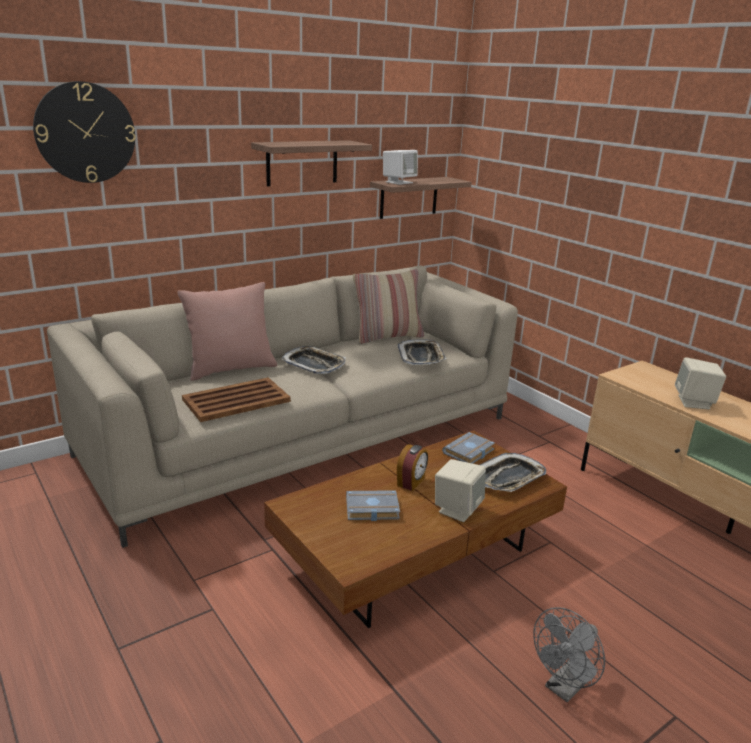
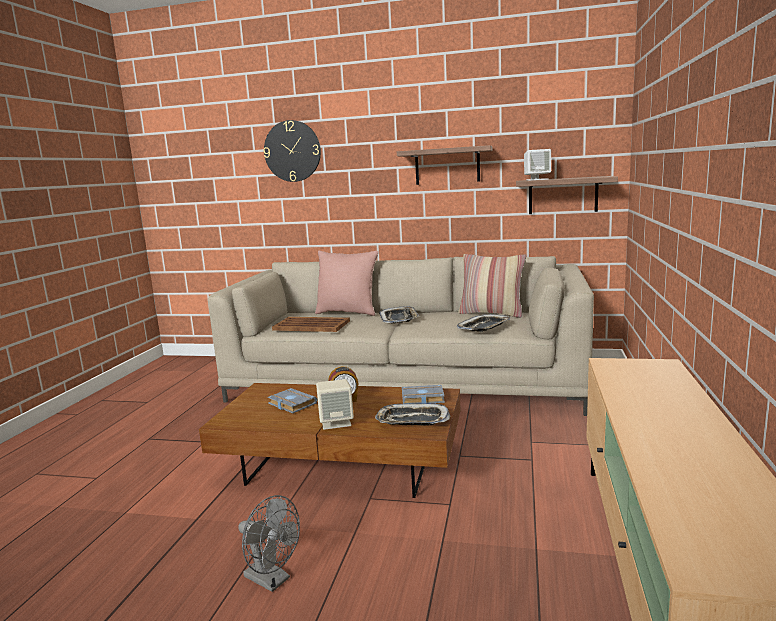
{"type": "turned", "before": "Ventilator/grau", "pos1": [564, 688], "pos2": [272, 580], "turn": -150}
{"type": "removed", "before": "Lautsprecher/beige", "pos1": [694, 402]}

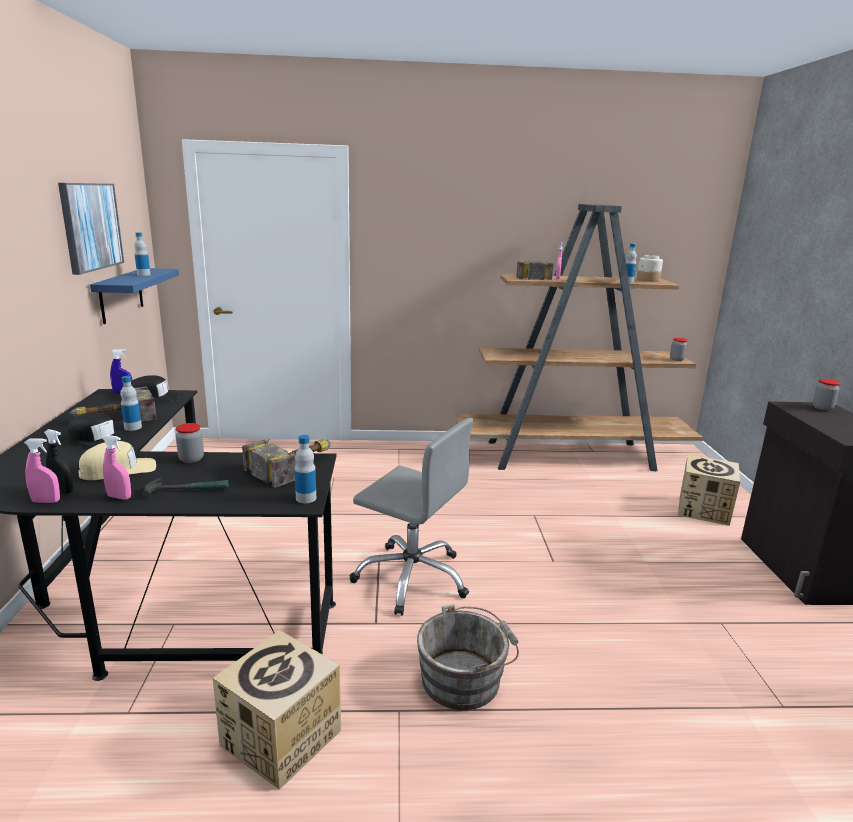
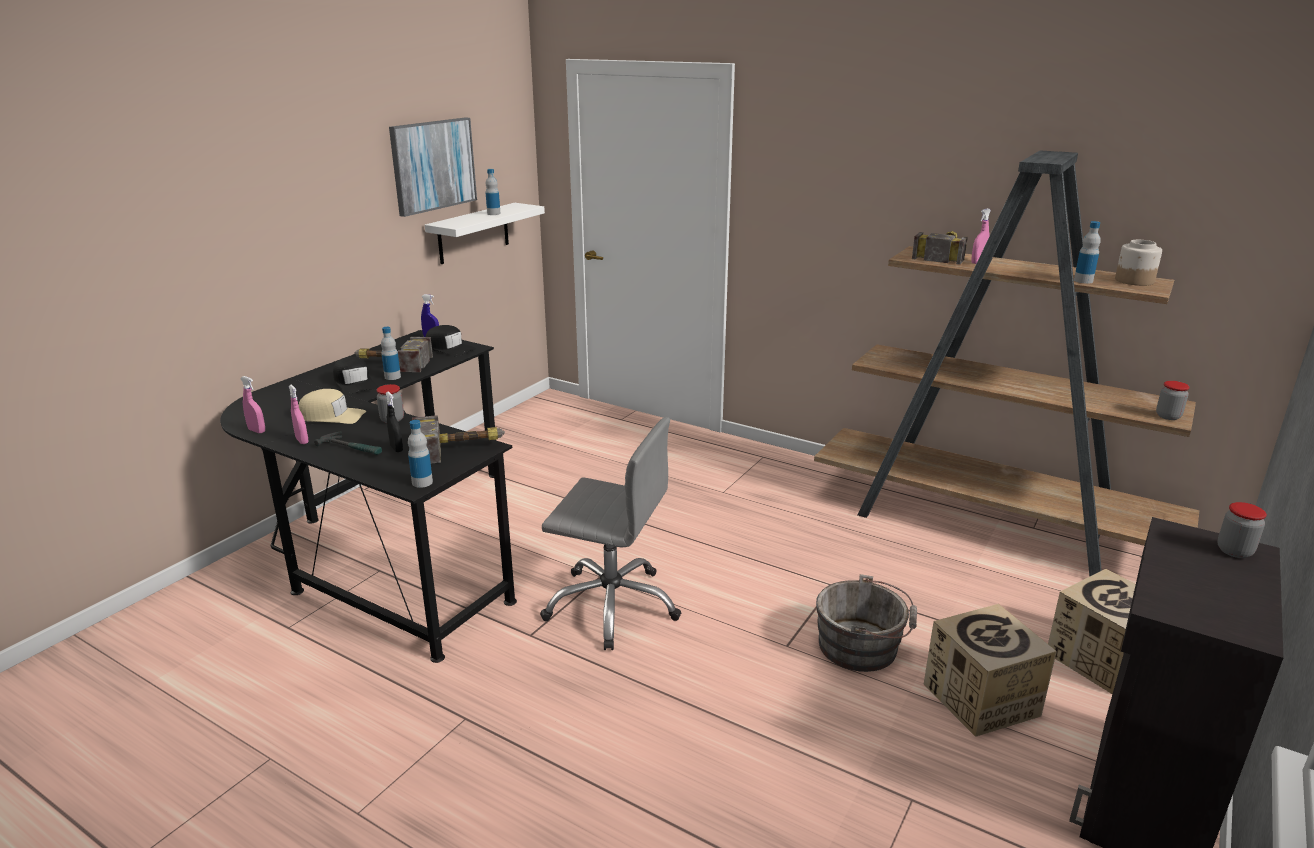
{"type": "moved", "before": "Sprühflasche/schwarz", "pos1": [62, 491], "pos2": [396, 448]}
{"type": "recoloured", "before": "Wandregal/blau", "after": "Wandregal/weiß", "pos1": [121, 295], "pos2": [473, 233]}
{"type": "turned", "before": "Bürostuhl/grau", "pos1": [412, 577], "pos2": [612, 605], "turn": -45}
{"type": "moved", "before": "Eimer/grau", "pos1": [465, 679], "pos2": [862, 647]}
{"type": "moved", "before": "Karton", "pos1": [281, 738], "pos2": [981, 700]}

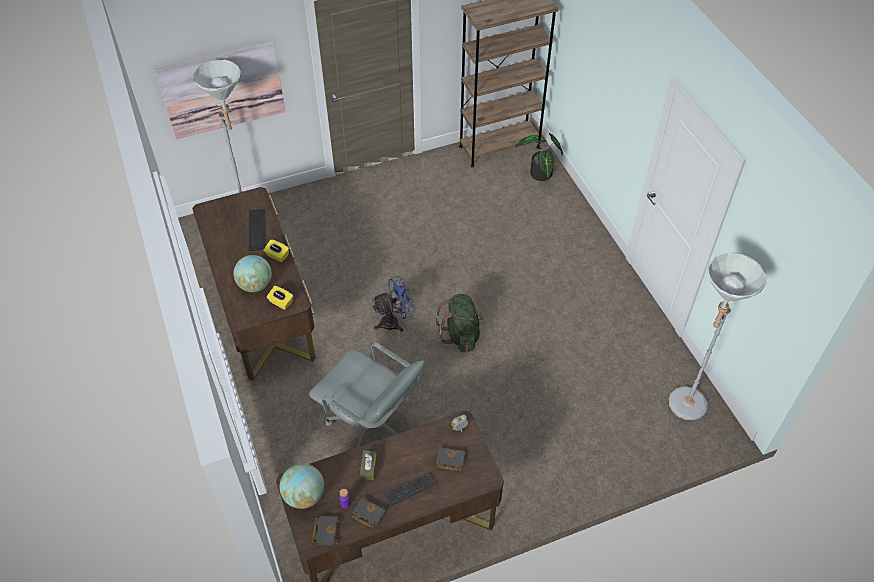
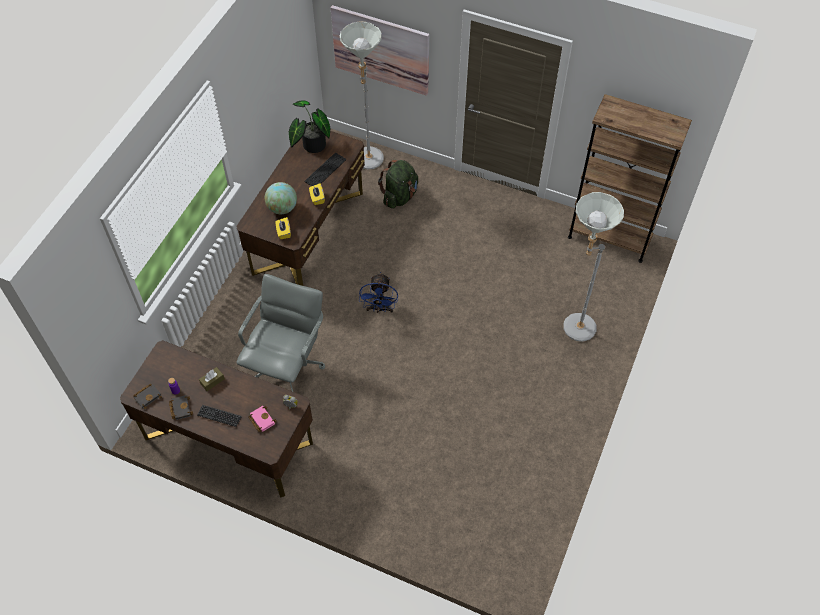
{"type": "turned", "before": "Bürostuhl/grau", "pos1": [372, 425], "pos2": [287, 366], "turn": -150}
{"type": "recoloured", "before": "Buch/schwarz", "after": "Buch/rosa", "pos1": [449, 460], "pos2": [261, 420]}
{"type": "moved", "before": "Topfpflanze", "pos1": [539, 175], "pos2": [311, 145]}
{"type": "turned", "before": "Ventilator/blau", "pos1": [394, 321], "pos2": [379, 309], "turn": 75}
{"type": "moved", "before": "Rucksack/grün", "pos1": [461, 335], "pos2": [400, 196]}
{"type": "moved", "before": "Stehlampe/grau", "pos1": [682, 409], "pos2": [572, 328]}
{"type": "removed", "before": "Globus", "pos1": [304, 495]}

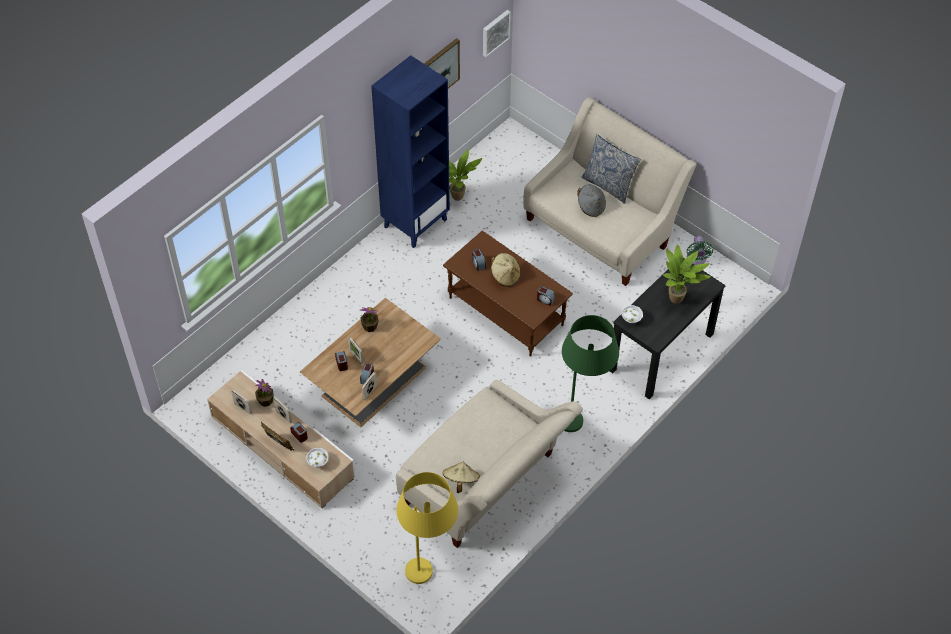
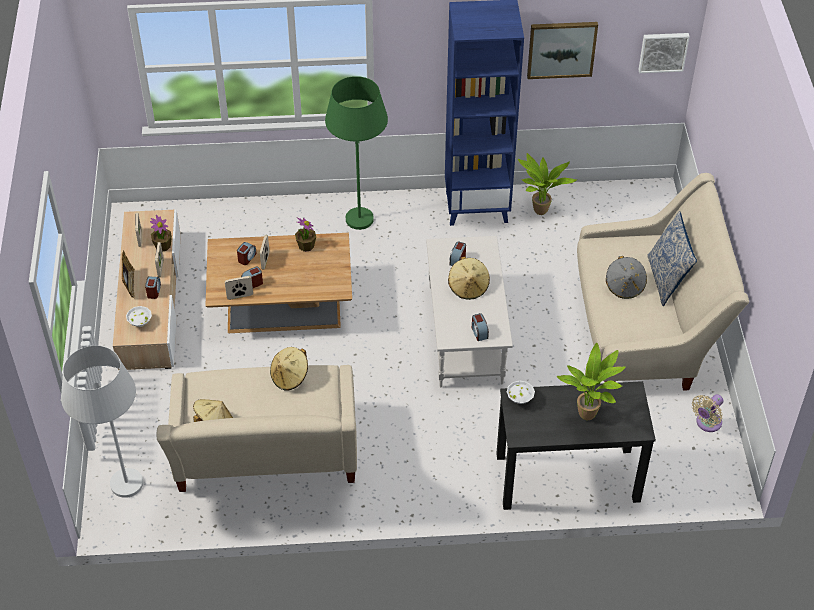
{"type": "recoloured", "before": "Stehlampe/gelb", "after": "Stehlampe/weiß", "pos1": [430, 580], "pos2": [126, 499]}
{"type": "added", "after": "Hut/beige", "pos2": [290, 377]}
{"type": "moved", "before": "Stehlampe/grün", "pos1": [581, 429], "pos2": [360, 231]}
{"type": "recoloured", "before": "Couchtisch/braun", "after": "Couchtisch/weiß", "pos1": [507, 311], "pos2": [466, 334]}
{"type": "recoloured", "before": "Ventilator/grün", "after": "Ventilator/beige", "pos1": [696, 260], "pos2": [707, 423]}

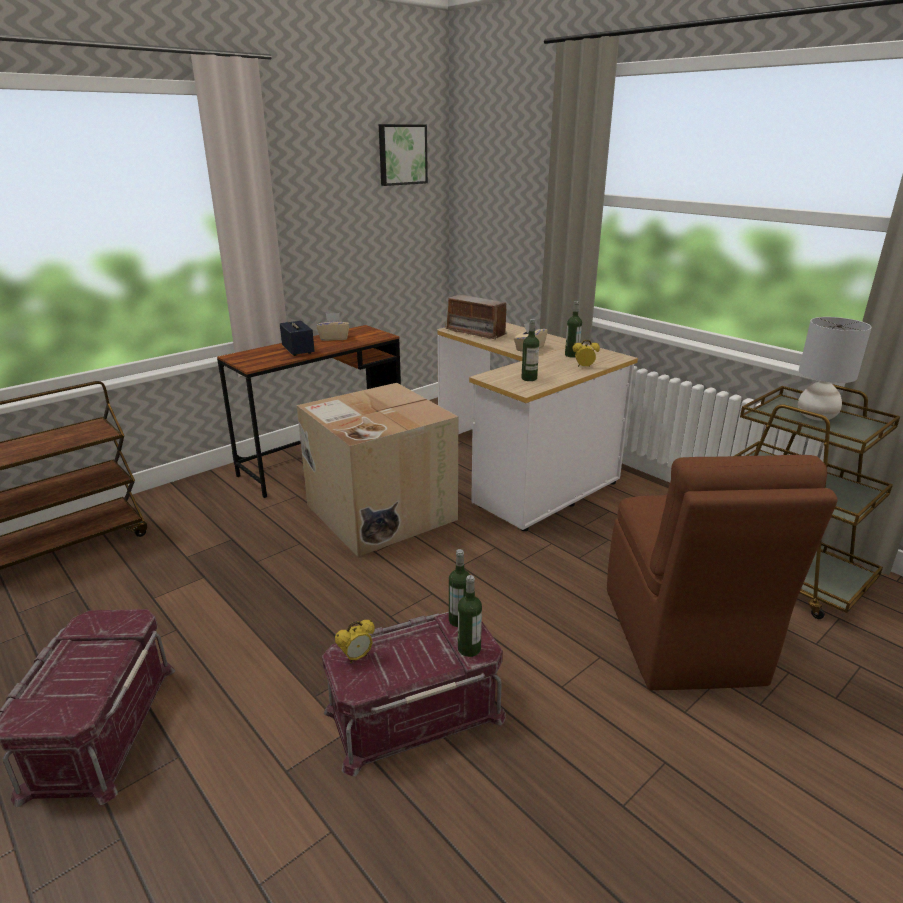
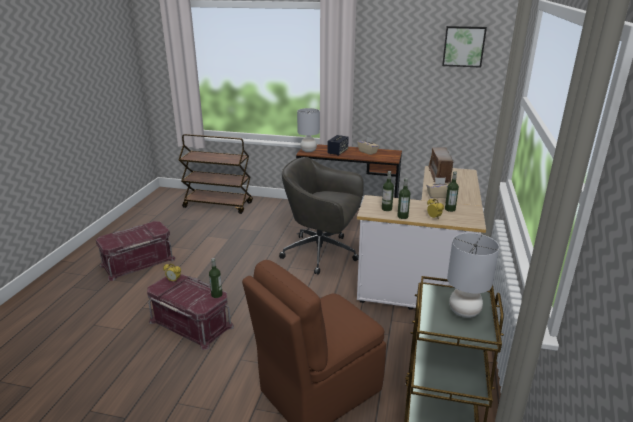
{"type": "replaced", "before": "Karton", "after": "Bürostuhl/grau", "pos1": [378, 512], "pos2": [322, 253]}
{"type": "added", "after": "Tischlampe/grau", "pos2": [308, 151]}
{"type": "moved", "before": "Flasche", "pos1": [469, 649], "pos2": [402, 216]}

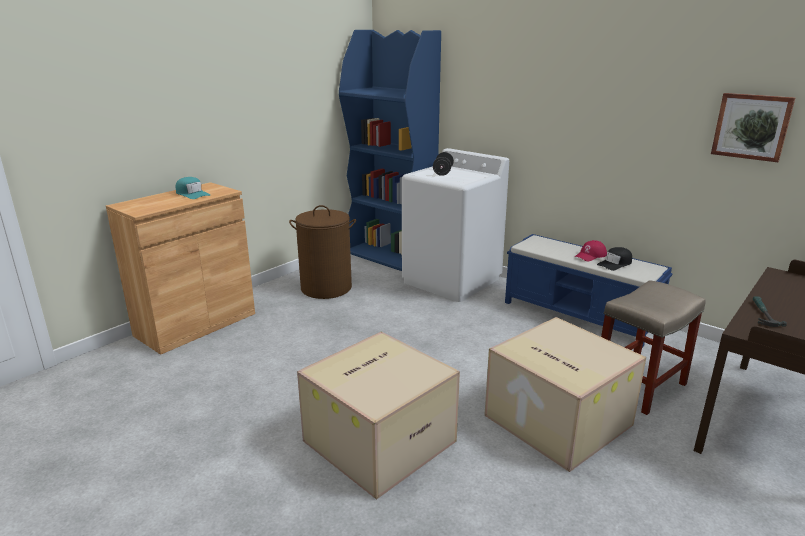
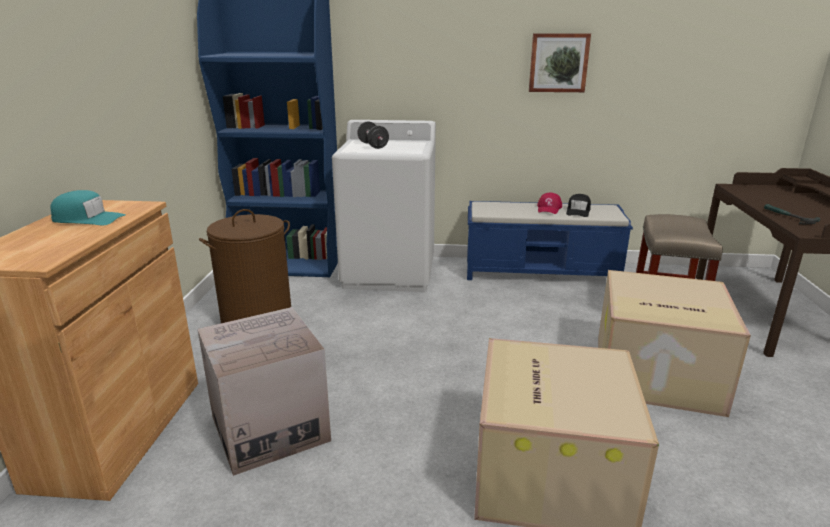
{"type": "added", "after": "Karton", "pos2": [270, 428]}
{"type": "moved", "before": "Bild", "pos1": [751, 126], "pos2": [558, 63]}

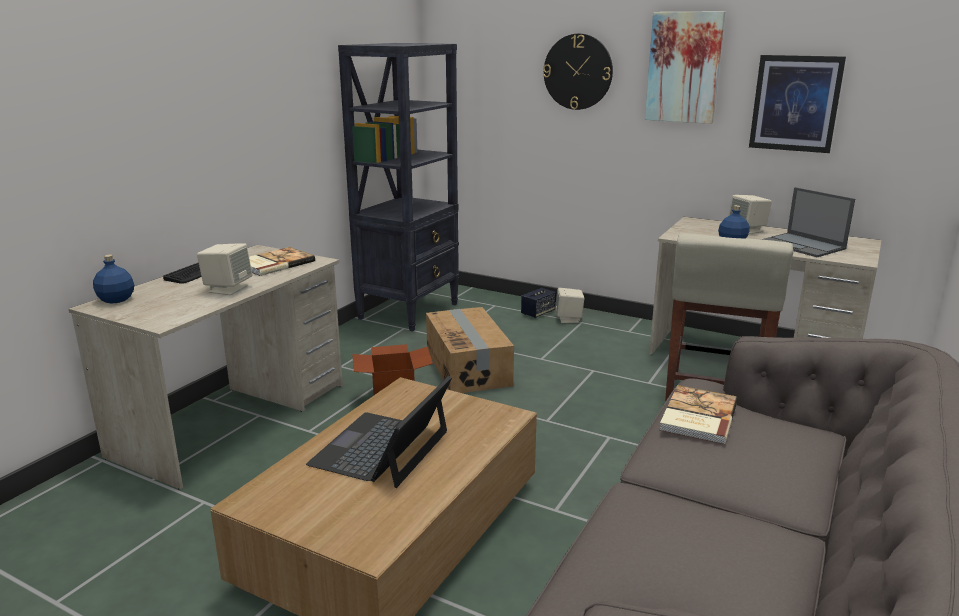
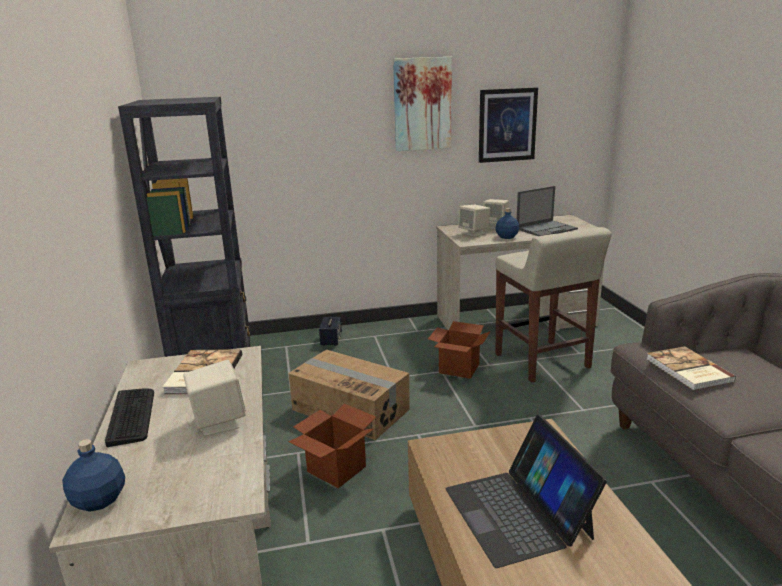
{"type": "added", "after": "Karton", "pos2": [459, 368]}
{"type": "moved", "before": "Lautsprecher/beige", "pos1": [569, 319], "pos2": [474, 233]}
{"type": "turned", "before": "Laptop", "pos1": [803, 245], "pos2": [547, 229], "turn": -45}
{"type": "removed", "before": "Wanduhr", "pos1": [578, 72]}

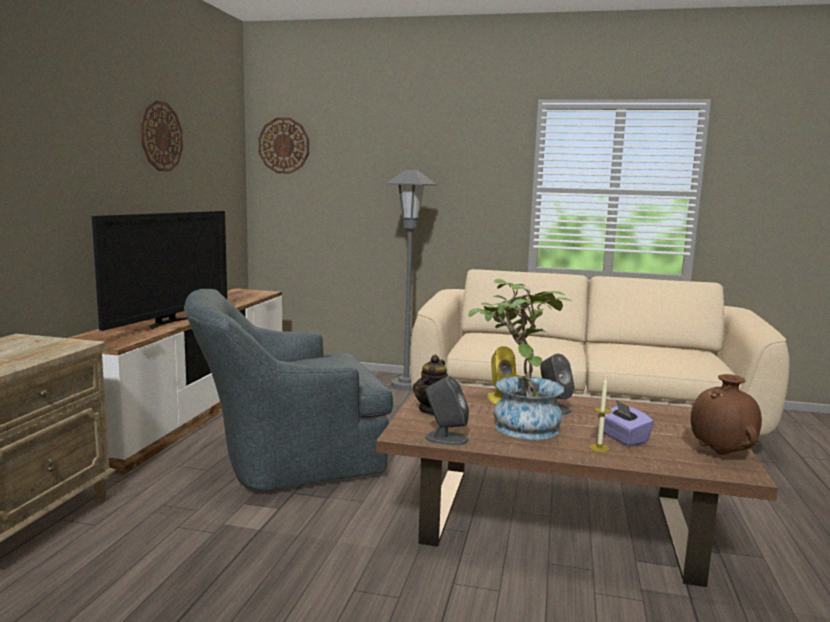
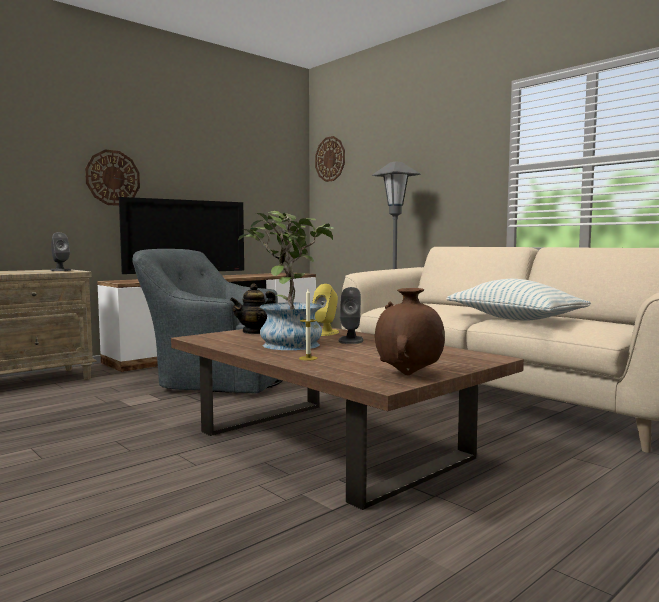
{"type": "moved", "before": "Lautsprecher/grau", "pos1": [446, 438], "pos2": [60, 270]}
{"type": "moved", "before": "Wanduhr", "pos1": [161, 136], "pos2": [112, 178]}
{"type": "added", "after": "Kissen", "pos2": [514, 319]}
{"type": "removed", "before": "Taschentuchbox/lila", "pos1": [622, 438]}

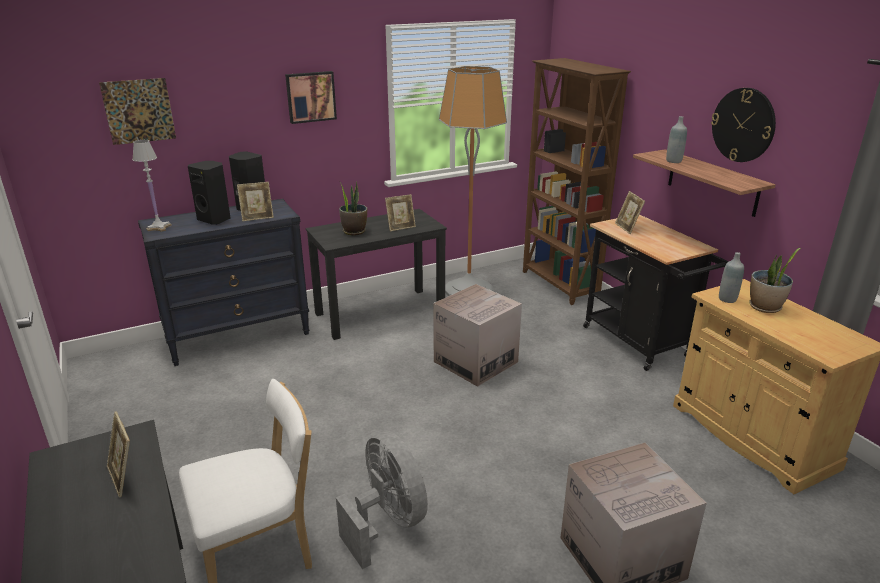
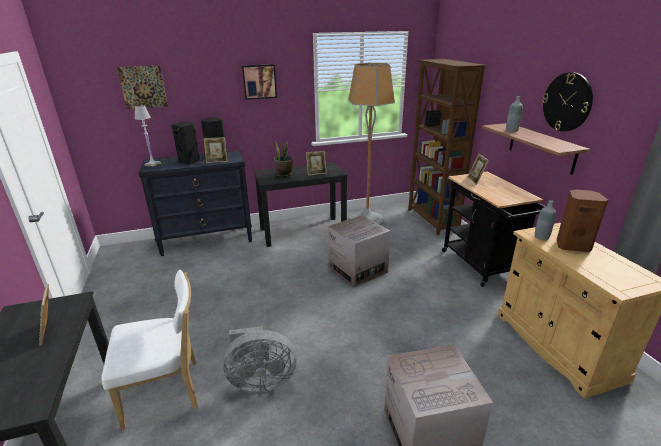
{"type": "turned", "before": "Ventilator/grau", "pos1": [387, 522], "pos2": [260, 380], "turn": 105}
{"type": "replaced", "before": "Topfpflanze", "after": "Lautsprecher/braun", "pos1": [765, 307], "pos2": [572, 245]}

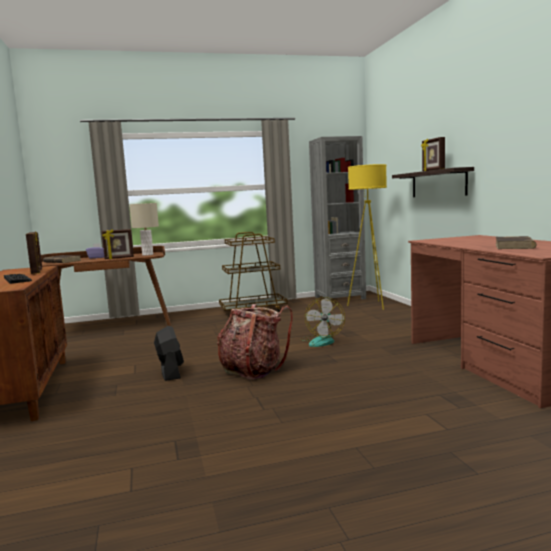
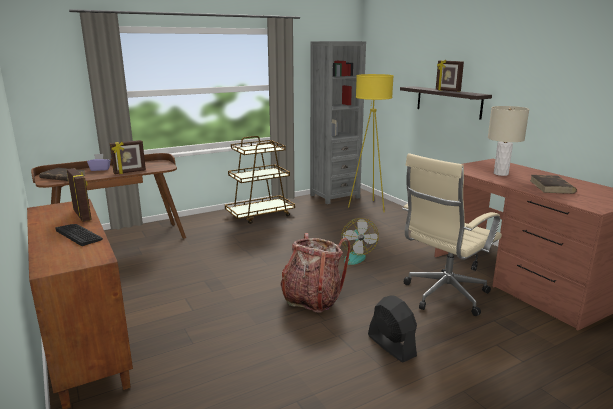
{"type": "moved", "before": "Ventilator/schwarz", "pos1": [170, 372], "pos2": [391, 345]}
{"type": "added", "after": "Bürostuhl/beige", "pos2": [443, 296]}
{"type": "moved", "before": "Tischlampe/beige", "pos1": [147, 254], "pos2": [500, 174]}

